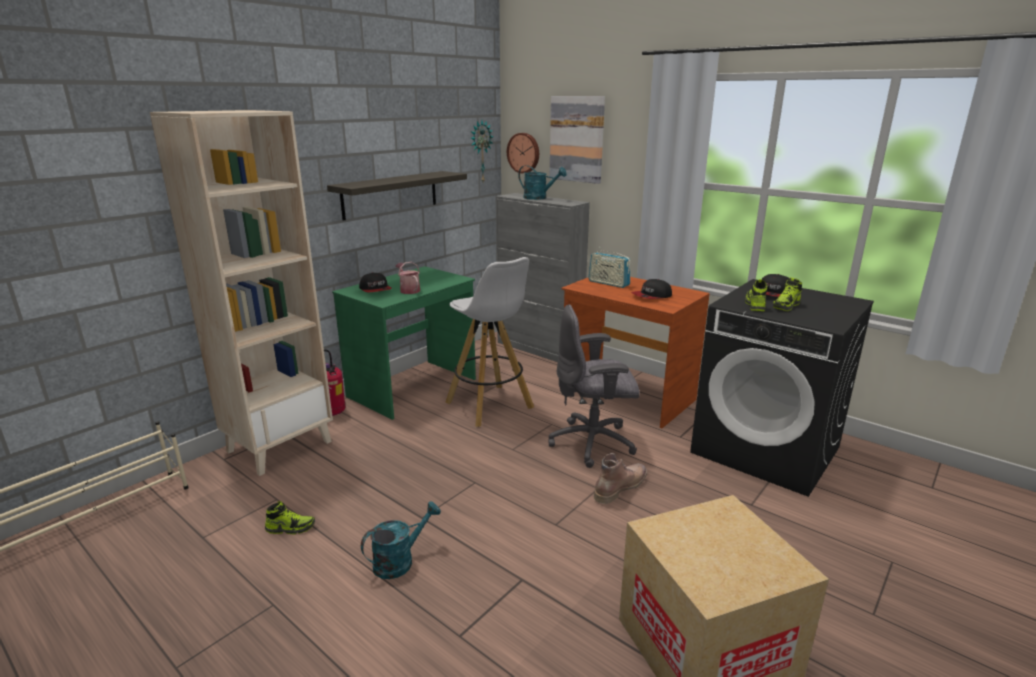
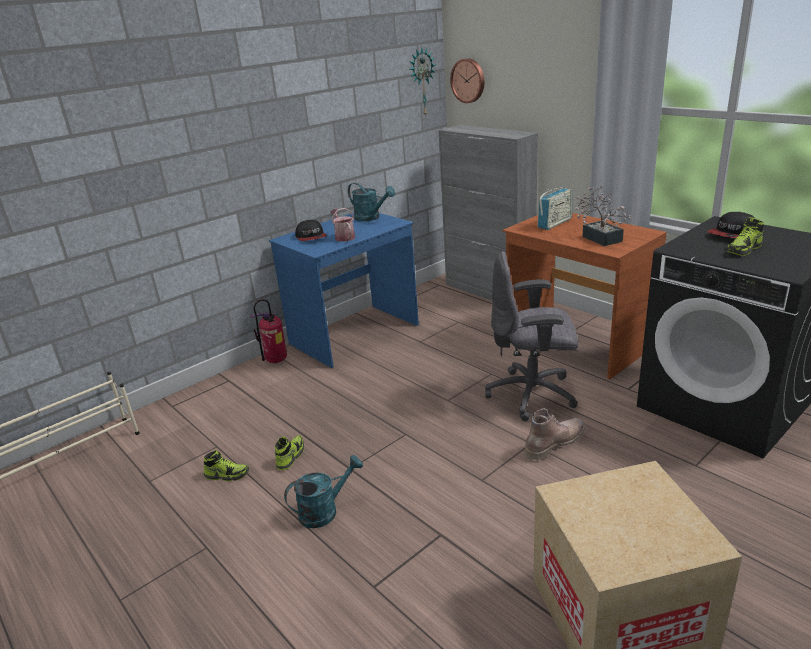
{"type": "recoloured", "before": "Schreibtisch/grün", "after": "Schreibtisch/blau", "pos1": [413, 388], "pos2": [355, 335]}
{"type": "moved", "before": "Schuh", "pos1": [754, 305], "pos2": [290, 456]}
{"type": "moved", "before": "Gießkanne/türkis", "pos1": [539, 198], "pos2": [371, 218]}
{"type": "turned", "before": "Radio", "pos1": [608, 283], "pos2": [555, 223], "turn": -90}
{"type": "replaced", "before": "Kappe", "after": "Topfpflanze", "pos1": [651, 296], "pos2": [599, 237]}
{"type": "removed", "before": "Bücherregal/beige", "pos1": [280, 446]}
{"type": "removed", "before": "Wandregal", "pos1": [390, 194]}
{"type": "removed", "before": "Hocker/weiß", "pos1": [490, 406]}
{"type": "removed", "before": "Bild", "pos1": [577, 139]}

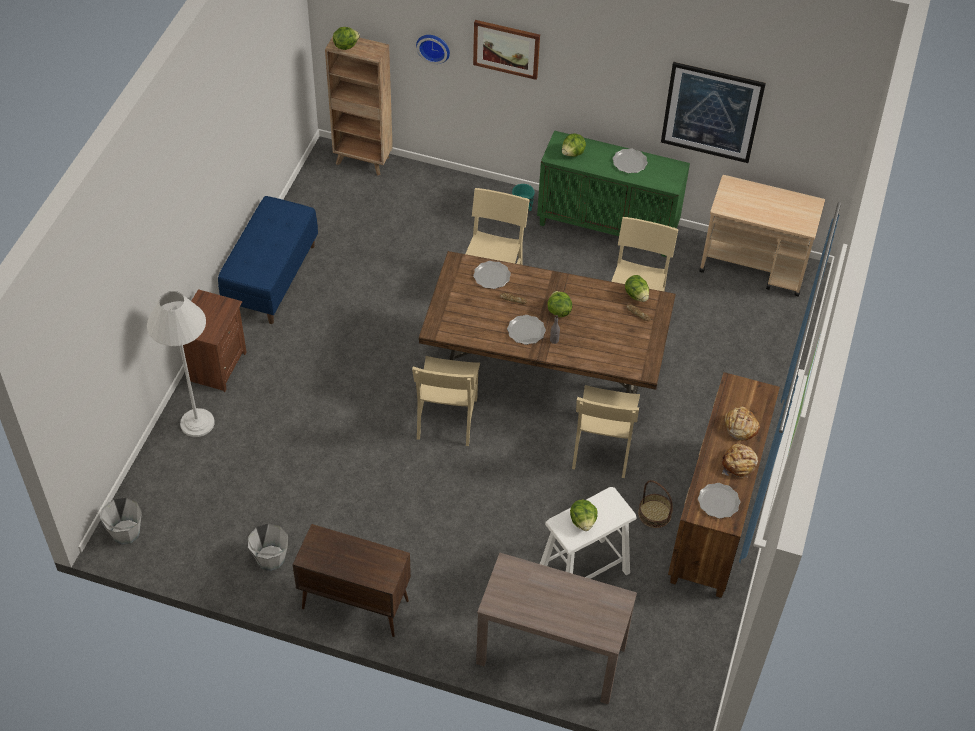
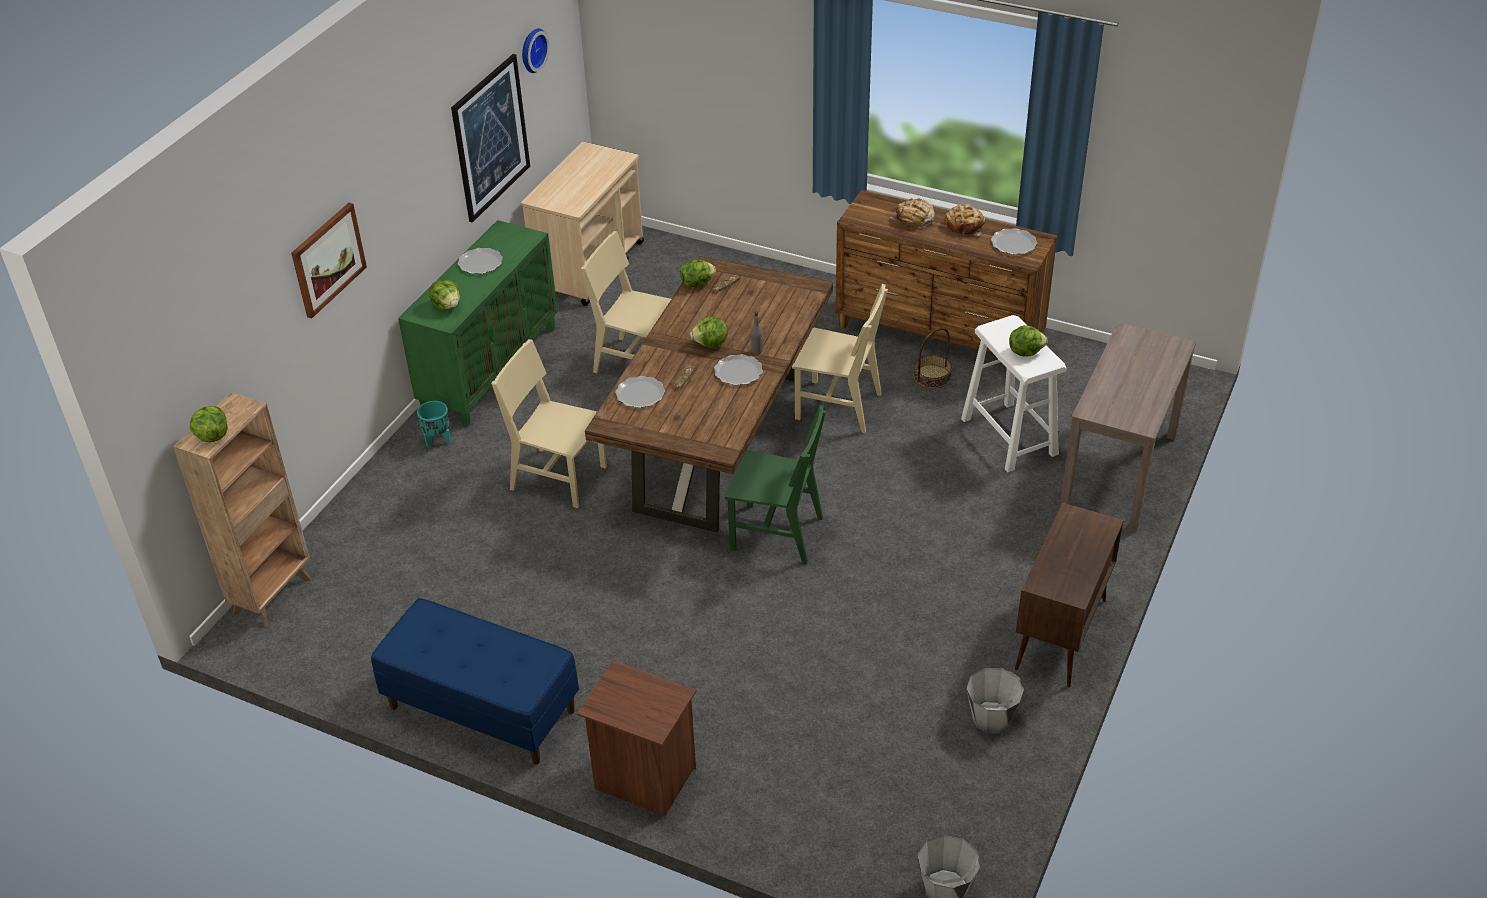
{"type": "moved", "before": "Wanduhr", "pos1": [434, 47], "pos2": [532, 49]}
{"type": "recoloured", "before": "Stuhl/beige", "after": "Stuhl/grün", "pos1": [447, 418], "pos2": [776, 534]}
{"type": "removed", "before": "Stehlampe/weiß", "pos1": [197, 423]}

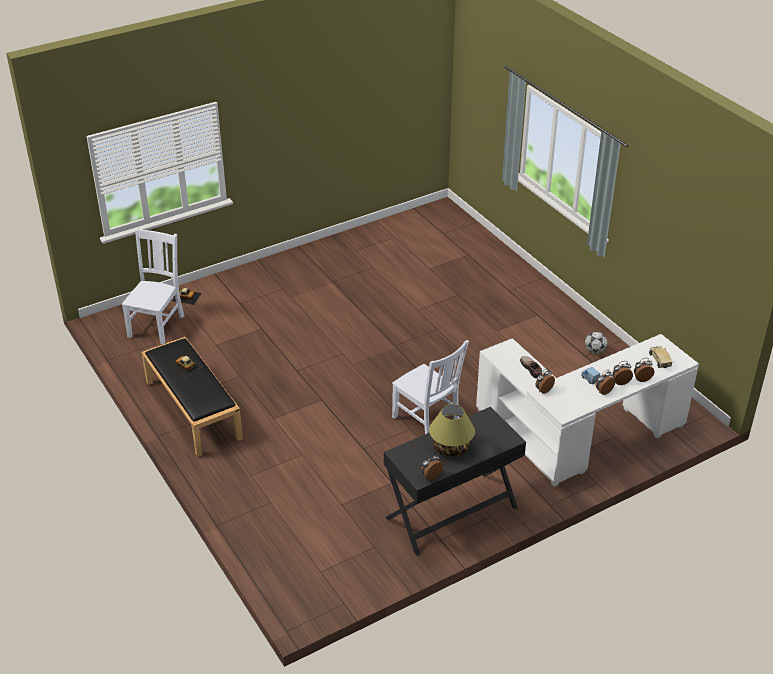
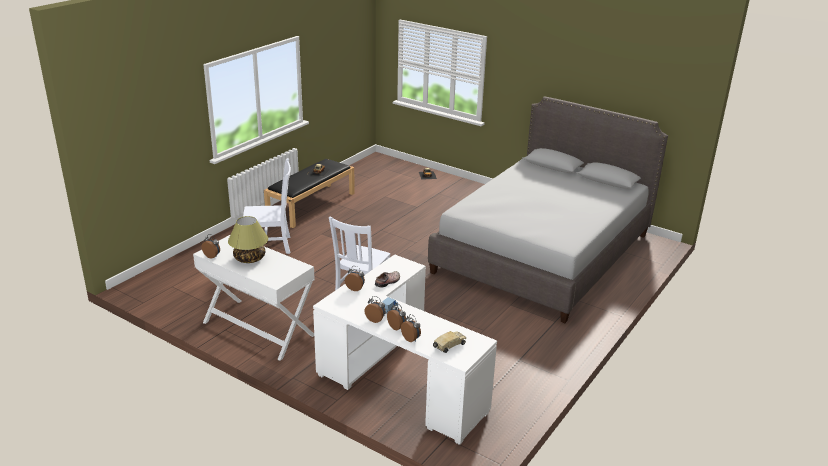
{"type": "recoloured", "before": "Schreibtisch/schwarz", "after": "Schreibtisch/weiß", "pos1": [452, 513], "pos2": [258, 329]}
{"type": "moved", "before": "Stuhl/weiß", "pos1": [157, 325], "pos2": [270, 246]}
{"type": "added", "after": "Bett/grau", "pos2": [543, 253]}
{"type": "removed", "before": "Fußball", "pos1": [594, 351]}

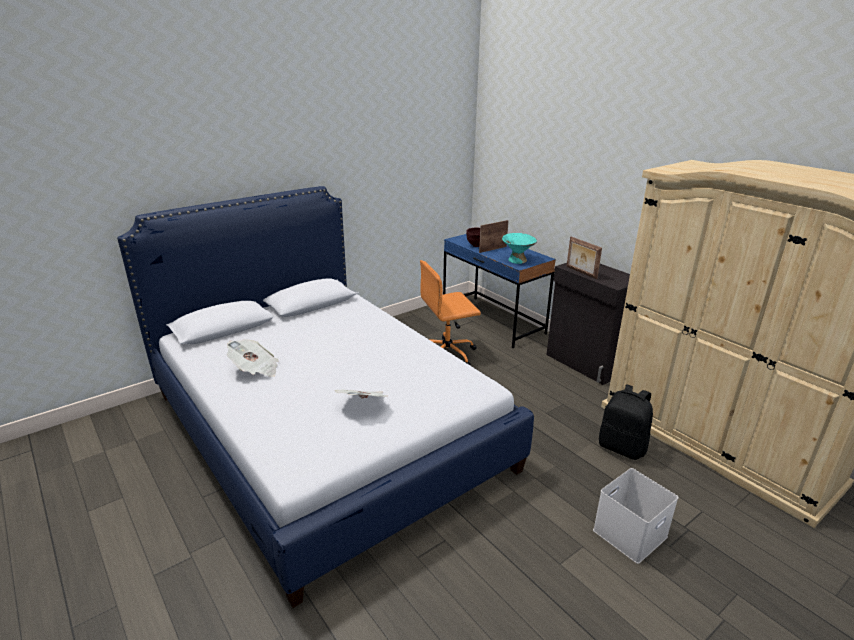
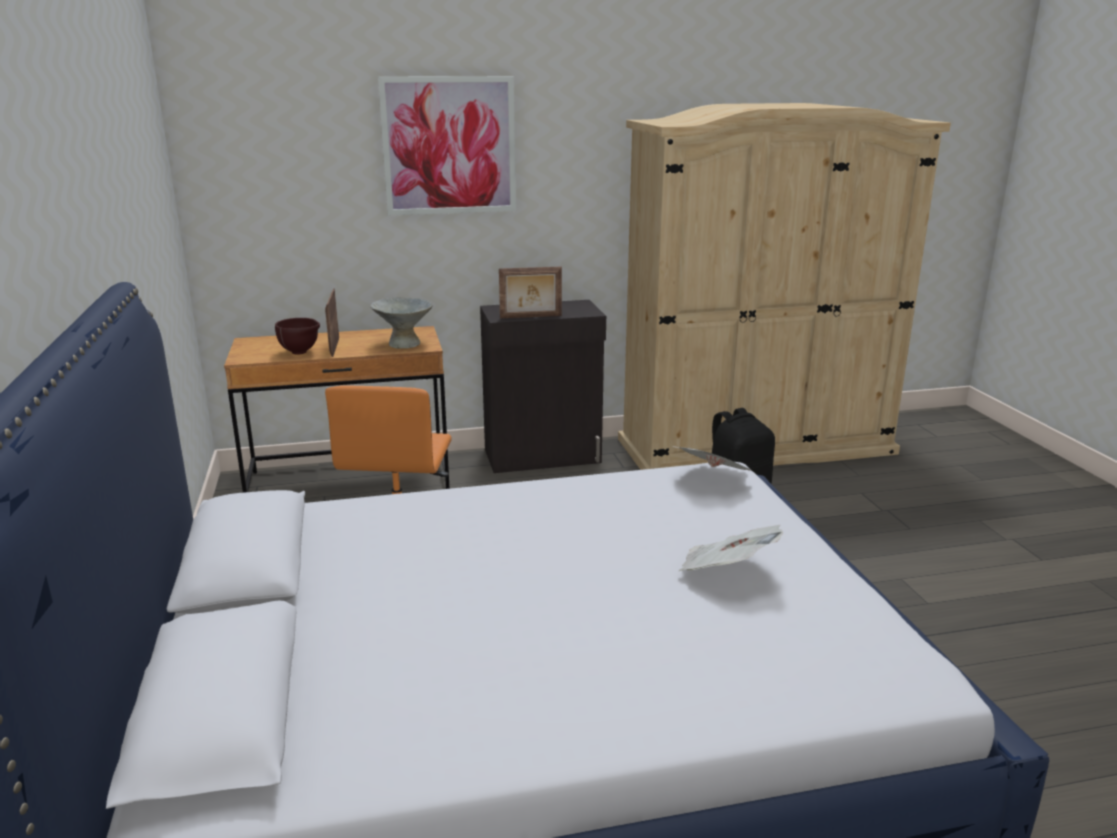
{"type": "recoloured", "before": "Schreibtisch/blau", "after": "Schreibtisch/braun", "pos1": [492, 321], "pos2": [349, 481]}
{"type": "recoloured", "before": "Schüssel/türkis", "after": "Schüssel/grau", "pos1": [517, 260], "pos2": [404, 343]}
{"type": "added", "after": "Bild", "pos2": [449, 146]}
{"type": "moved", "before": "Zeitung", "pos1": [255, 369], "pos2": [714, 480]}
{"type": "removed", "before": "Aufbewahrungsbox/weiß", "pos1": [629, 532]}

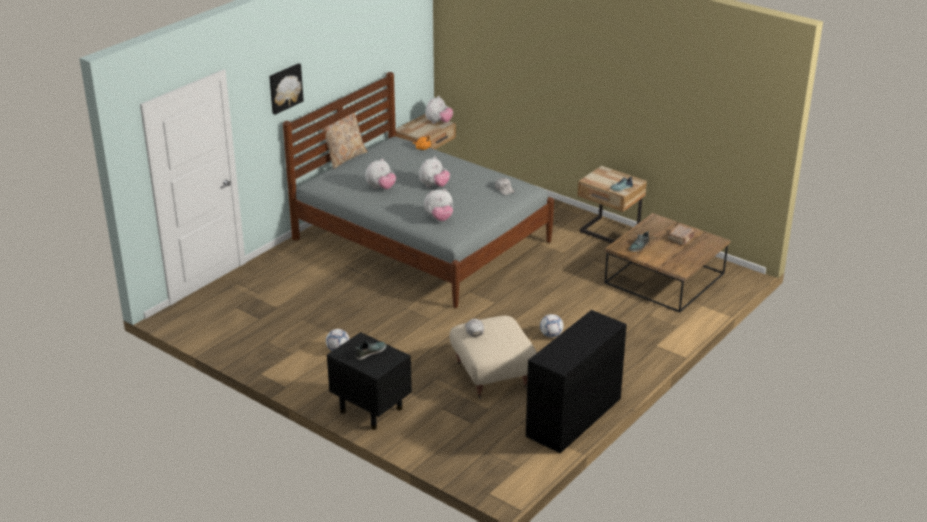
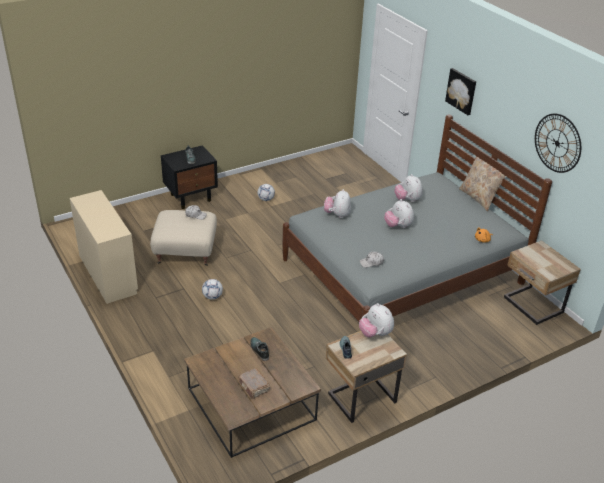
{"type": "recoloured", "before": "Schreibtisch/schwarz", "after": "Schreibtisch/beige", "pos1": [574, 417], "pos2": [107, 274]}
{"type": "moved", "before": "Plüschtier", "pos1": [438, 122], "pos2": [375, 334]}
{"type": "added", "after": "Wanduhr", "pos2": [557, 143]}

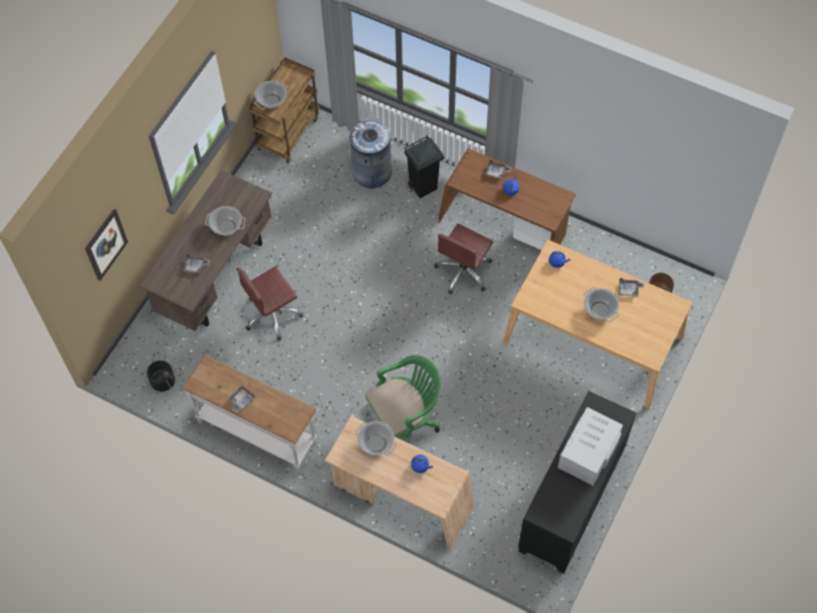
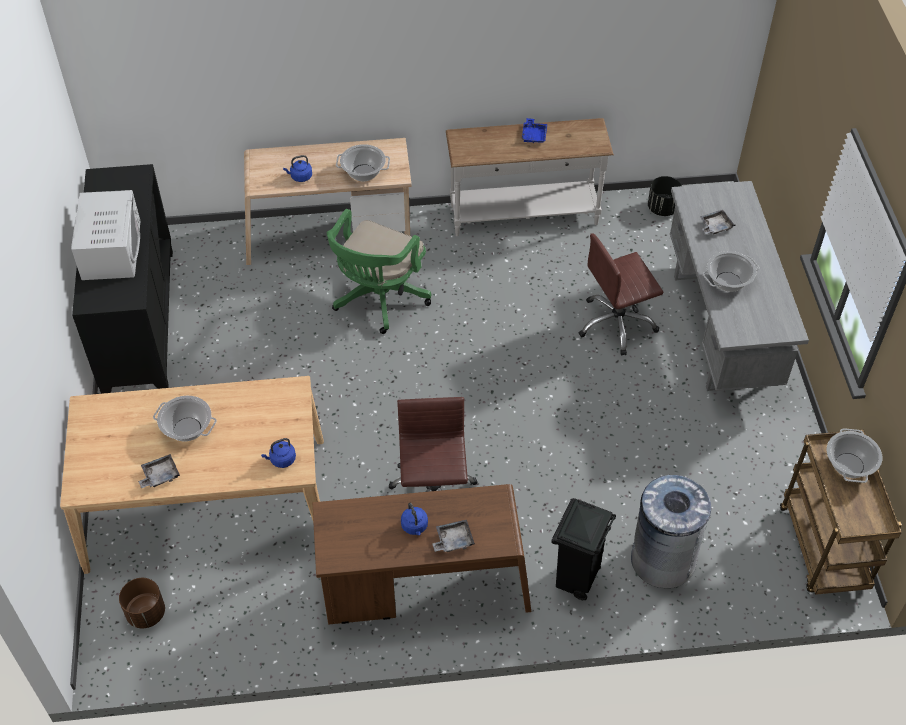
{"type": "recoloured", "before": "Tablett/grau", "after": "Tablett/blau", "pos1": [241, 400], "pos2": [534, 135]}
{"type": "turned", "before": "Bürostuhl/braun", "pos1": [272, 315], "pos2": [616, 324], "turn": -135}
{"type": "recoloured", "before": "Schreibtisch/braun", "after": "Schreibtisch/grau", "pos1": [216, 275], "pos2": [720, 330]}
{"type": "removed", "before": "Bild", "pos1": [105, 244]}

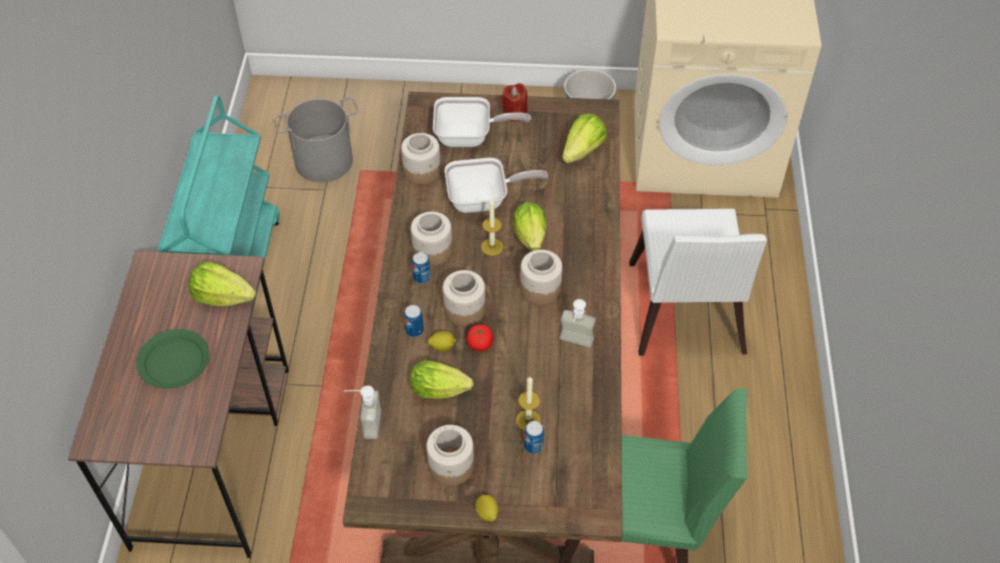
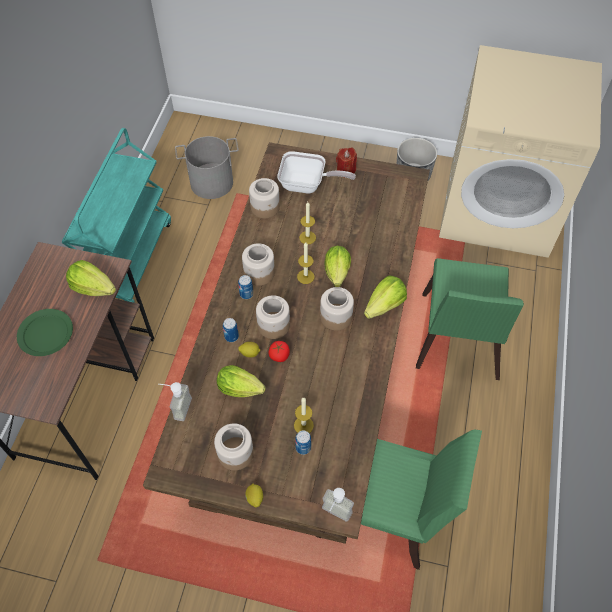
{"type": "replaced", "before": "Pfanne", "after": "Kerze", "pos1": [484, 200], "pos2": [307, 237]}
{"type": "moved", "before": "Seifenspender", "pos1": [574, 344], "pos2": [334, 515]}
{"type": "moved", "before": "Salatkopf", "pos1": [582, 151], "pos2": [384, 306]}
{"type": "recoloured", "before": "Stuhl/weiß", "after": "Stuhl/grün", "pos1": [684, 316], "pos2": [456, 342]}

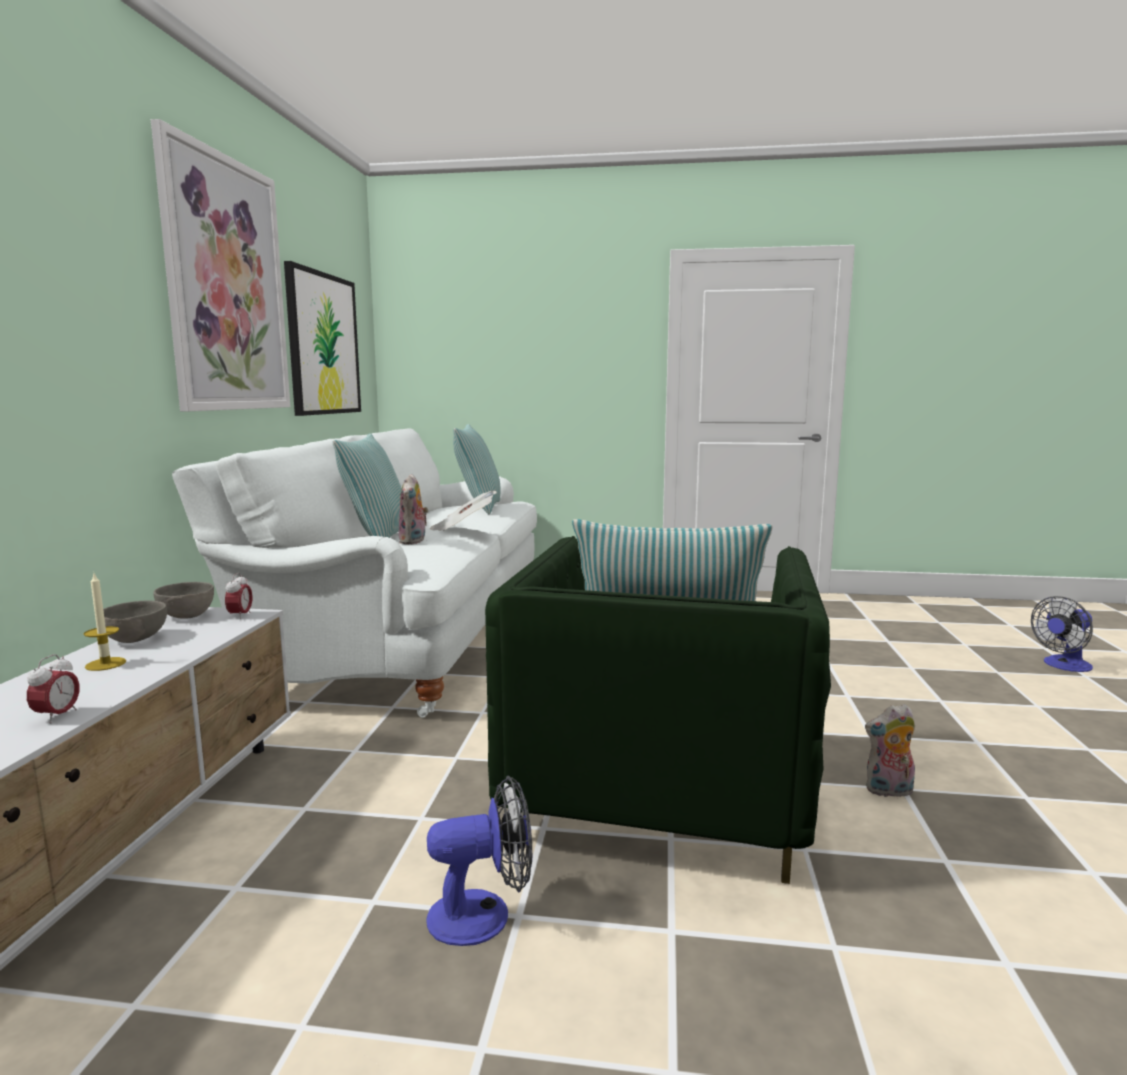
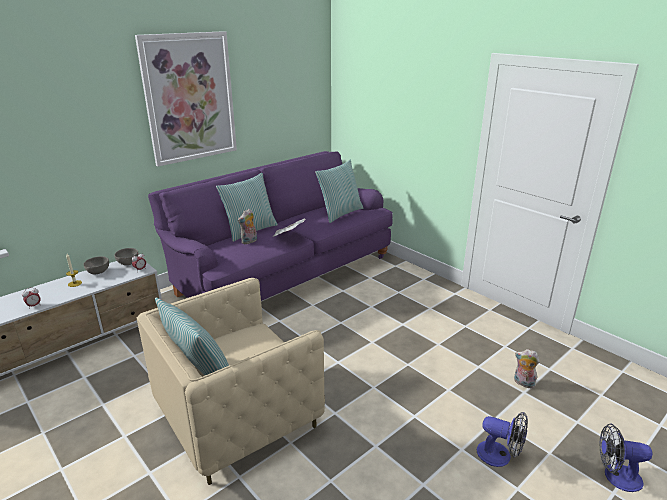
{"type": "recoloured", "before": "Sessel/grün", "after": "Sessel/beige", "pos1": [658, 791], "pos2": [237, 416]}
{"type": "recoloured", "before": "Sofa/weiß", "after": "Sofa/lila", "pos1": [407, 633], "pos2": [283, 274]}
{"type": "moved", "before": "Ventilator", "pos1": [483, 914], "pos2": [500, 456]}
{"type": "moved", "before": "Plüschtier", "pos1": [889, 791], "pos2": [523, 383]}
{"type": "removed", "before": "Bild", "pos1": [323, 344]}

